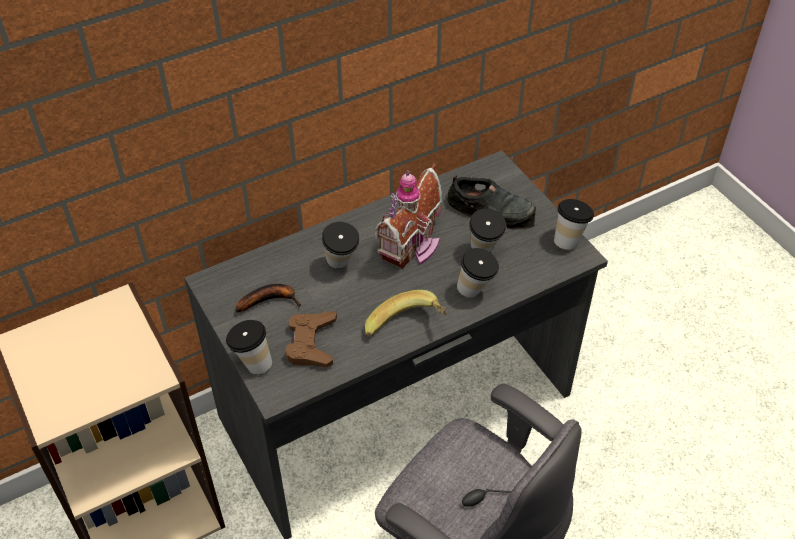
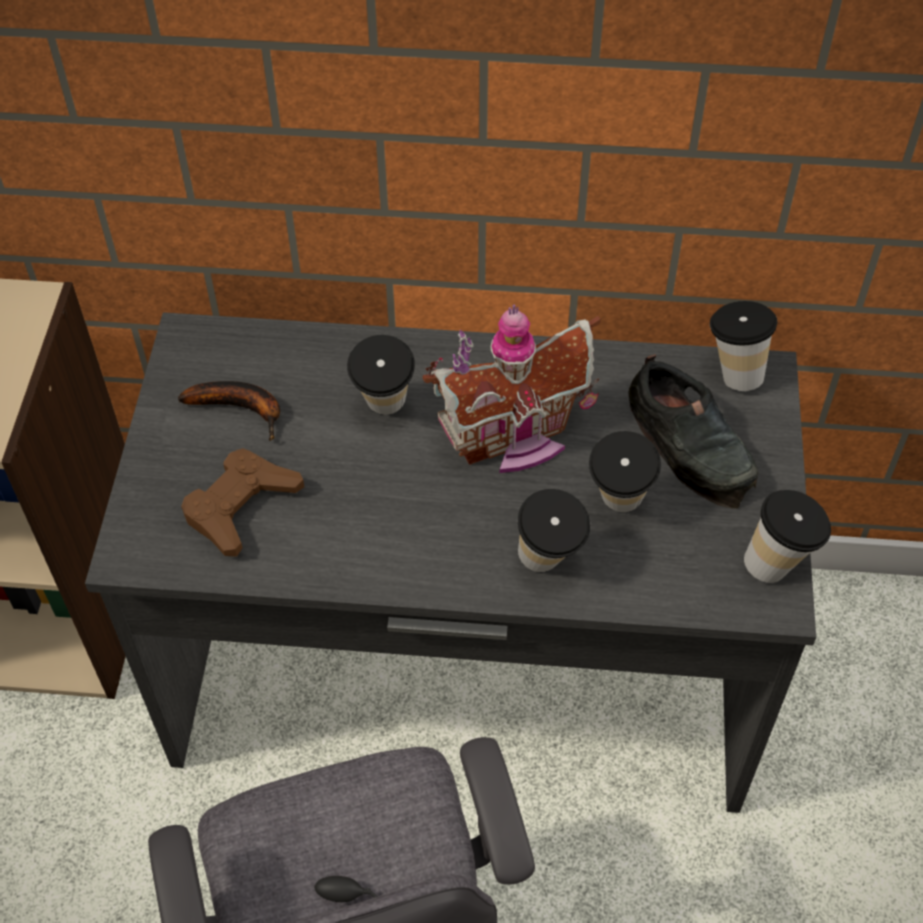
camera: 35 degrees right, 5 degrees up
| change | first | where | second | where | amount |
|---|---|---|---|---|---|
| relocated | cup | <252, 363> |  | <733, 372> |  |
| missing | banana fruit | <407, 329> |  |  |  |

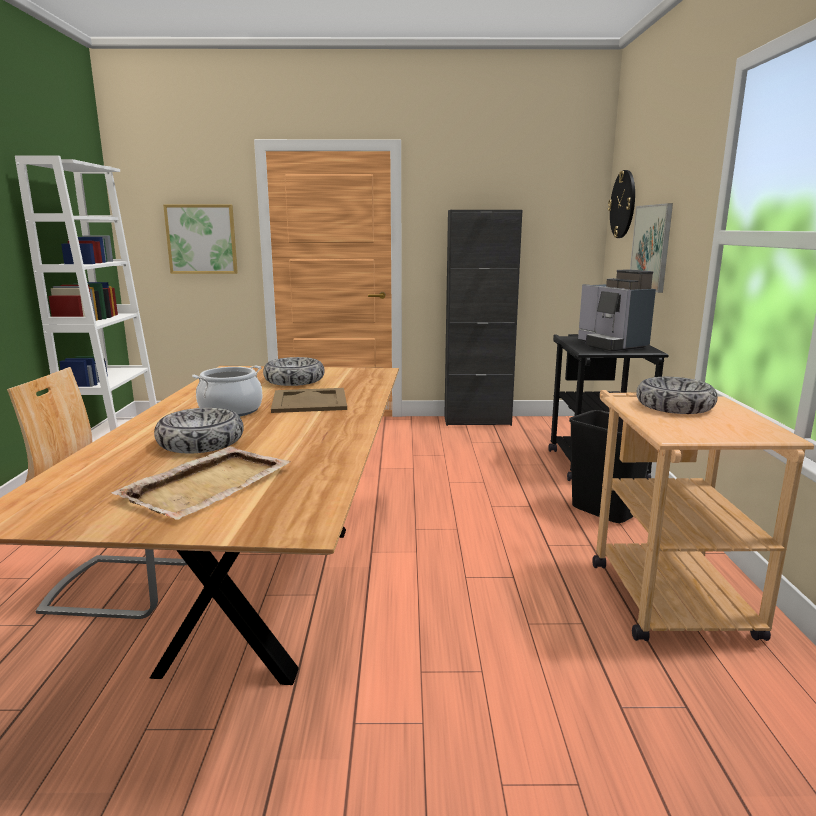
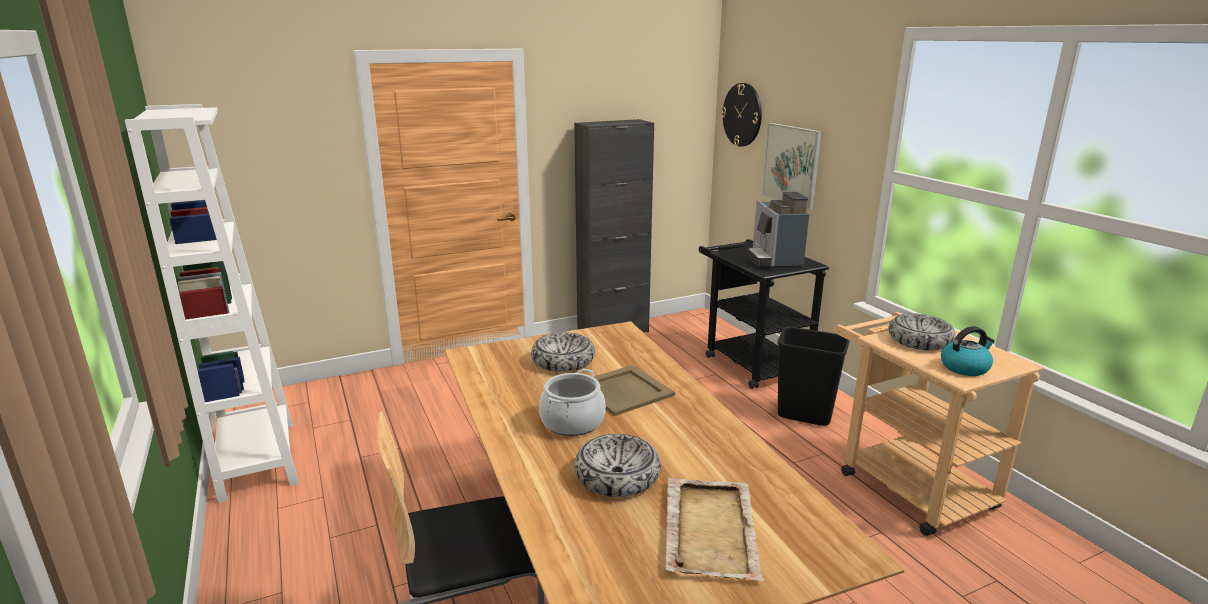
camera: 25 degrees left, 5 degrees up
| change | first | where | second | where | amount |
|---|---|---|---|---|---|
| spun | coffee maker | <611, 345> |  | <774, 260> | 45 degrees clockwise |
| appeared |  |  | tea kettle | <965, 367> |  |
| missing | wall art | <201, 239> |  |  |  |

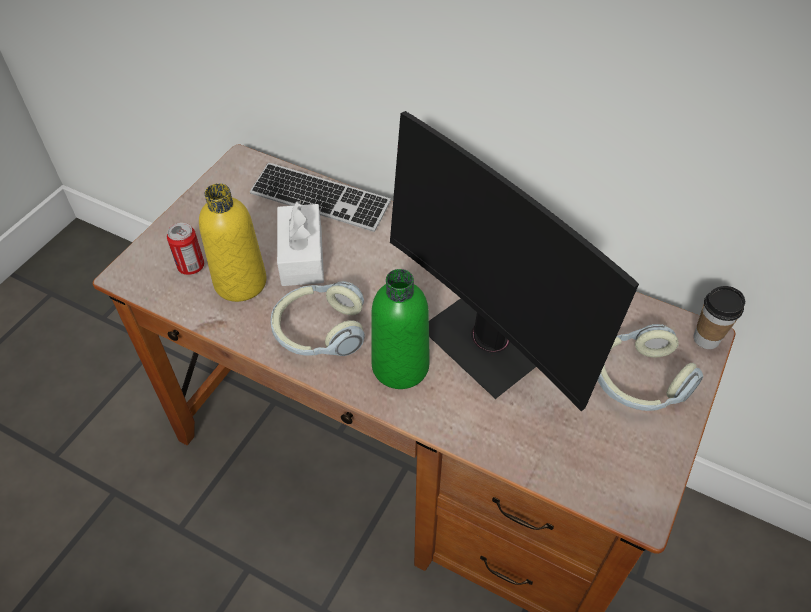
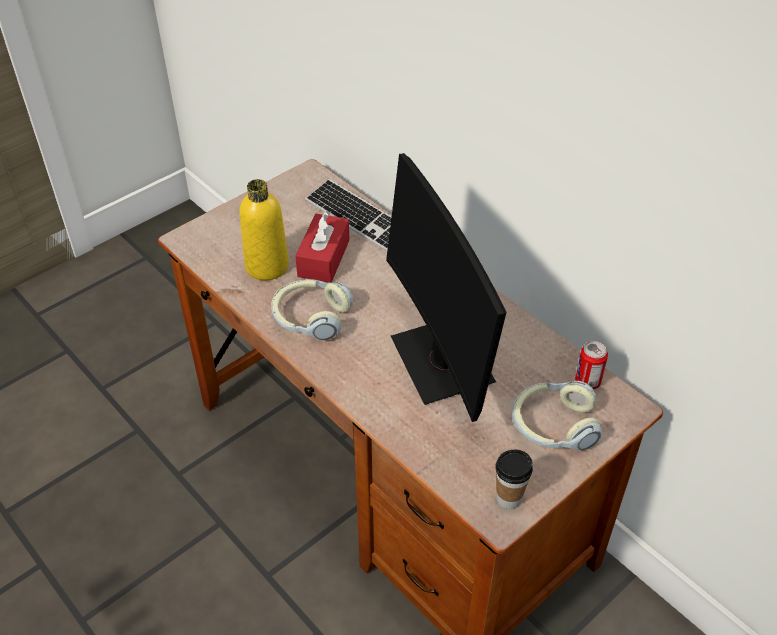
camera: 20 degrees right, 5 degrees down
| change | first | where | second | where | amount |
|---|---|---|---|---|---|
| colour | white-coloured tissue box | <302, 256> | reddish tissue box | <323, 258> |  |
| relocated | cup | <706, 339> |  | <508, 498> |  |
| relocated | metal can | <191, 266> |  | <587, 382> |  |
| missing | green-coloured bottle | <400, 366> |  |  |  |

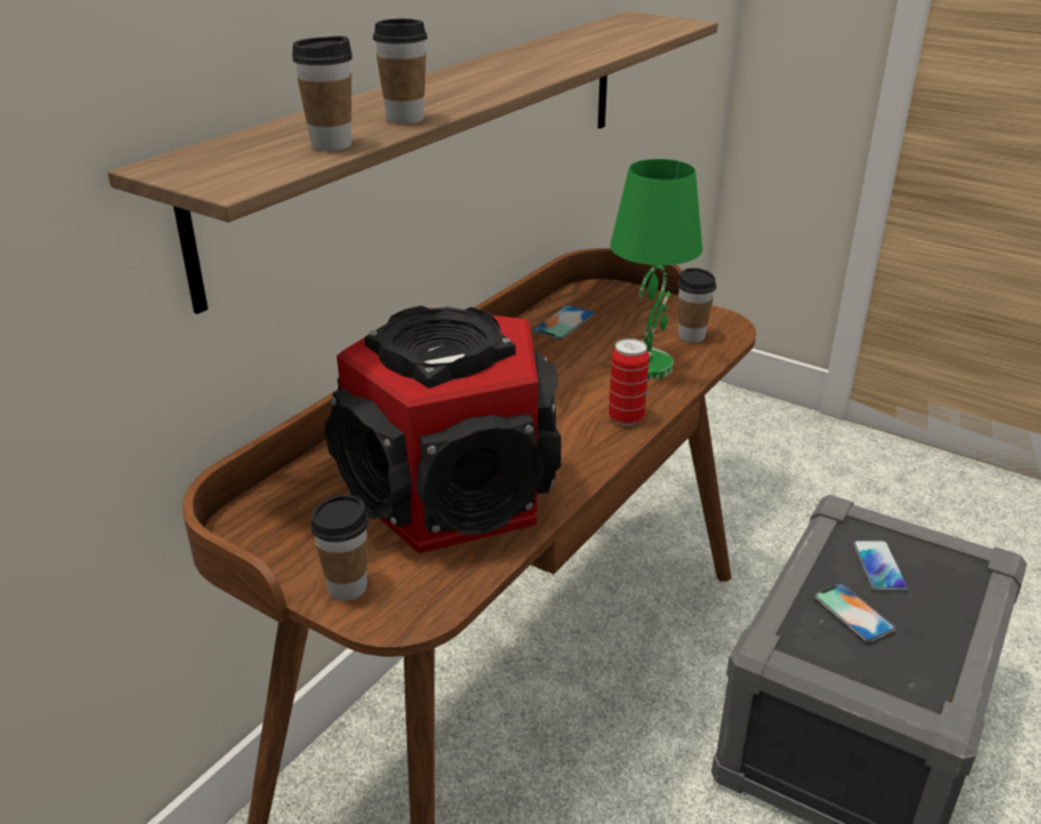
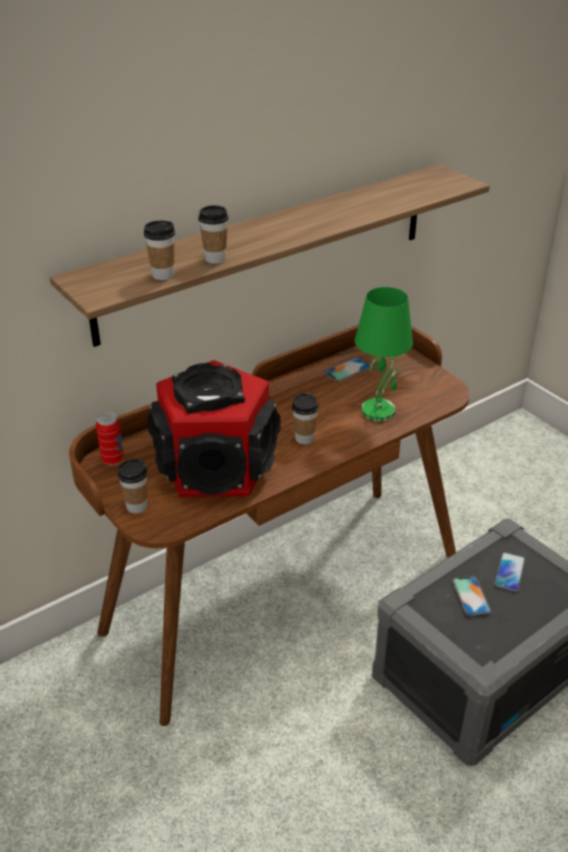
camera: 20 degrees right, 5 degrees up
| change | first | where | second | where | amount |
|---|---|---|---|---|---|
| relocated | metal can | <626, 418> |  | <113, 460> |  |
| relocated | cup | <691, 336> |  | <304, 438> |  |

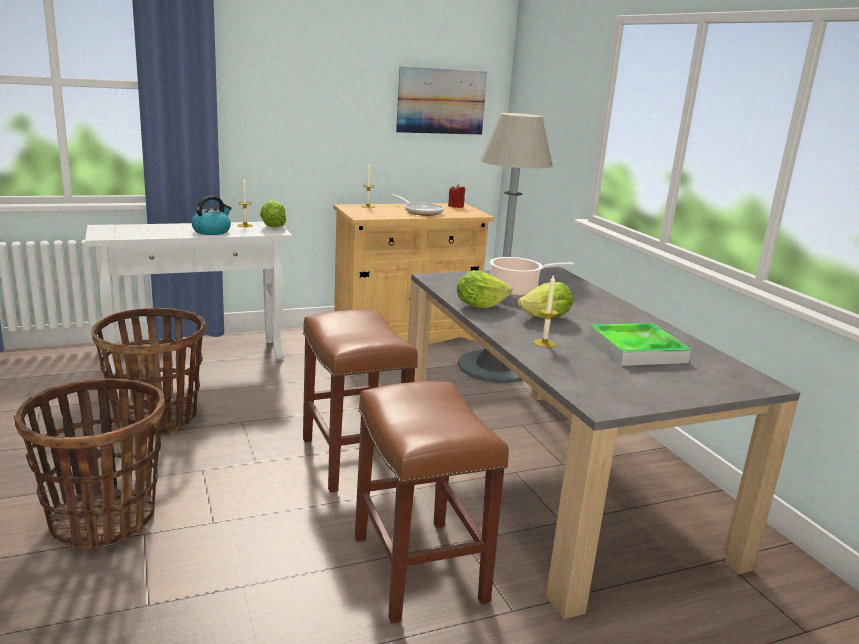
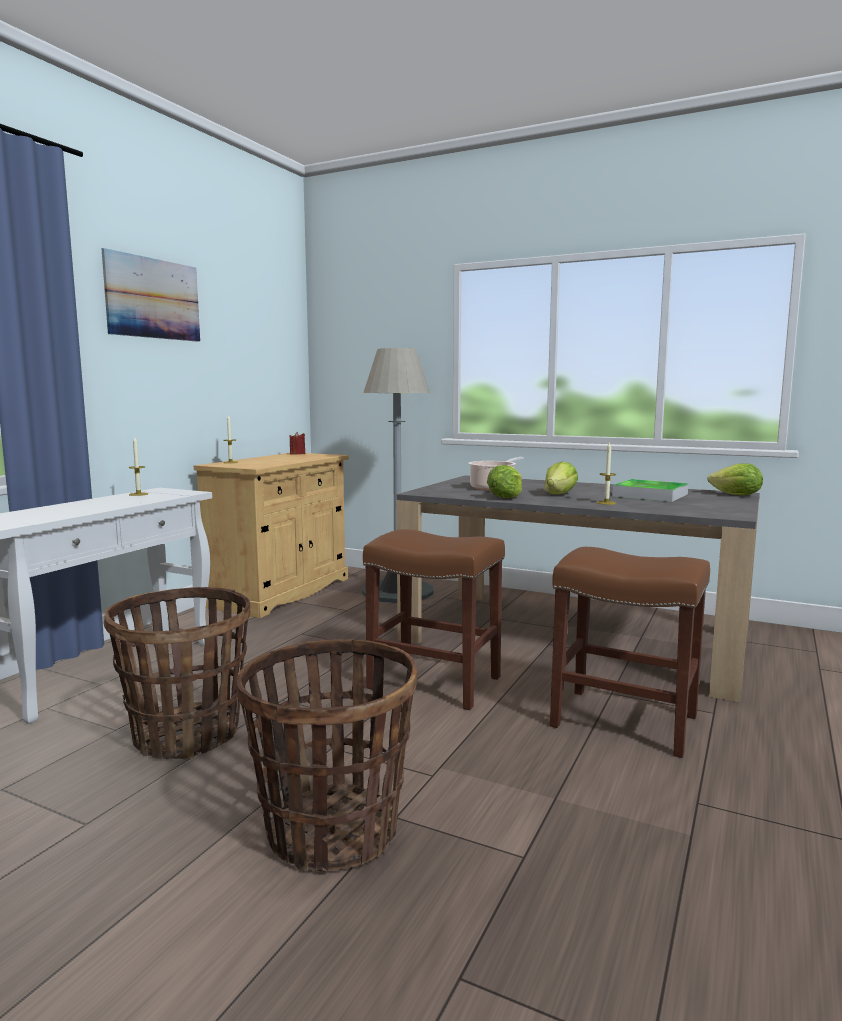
camera: 40 degrees left, 10 degrees down
| change | first | where | second | where | amount |
|---|---|---|---|---|---|
| relocated | wall art | <441, 101> |  | <153, 298> |  |
| relocated | head of lettuce | <273, 226> |  | <736, 495> |  |
| missing | tea kettle | <212, 231> |  |  |  |
| missing | skillet | <421, 211> |  |  |  |

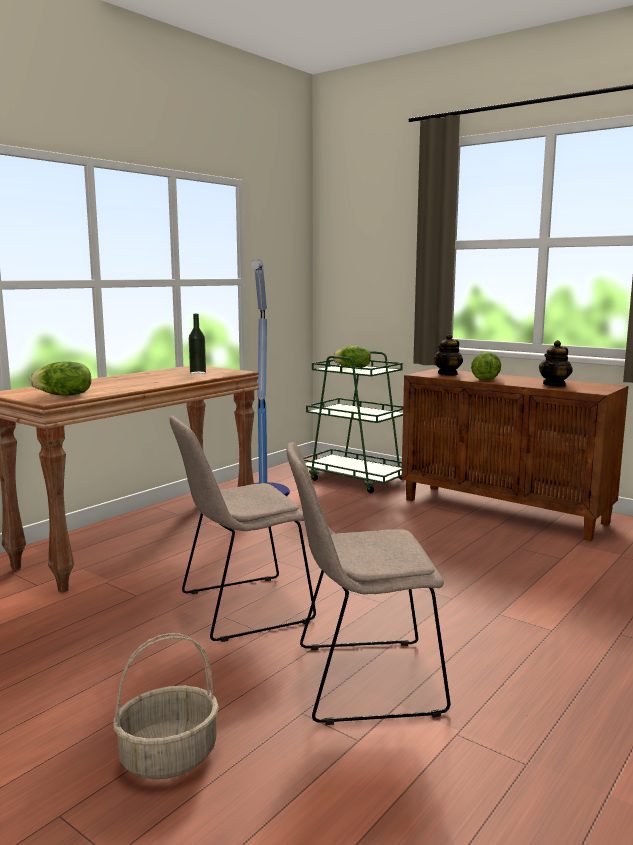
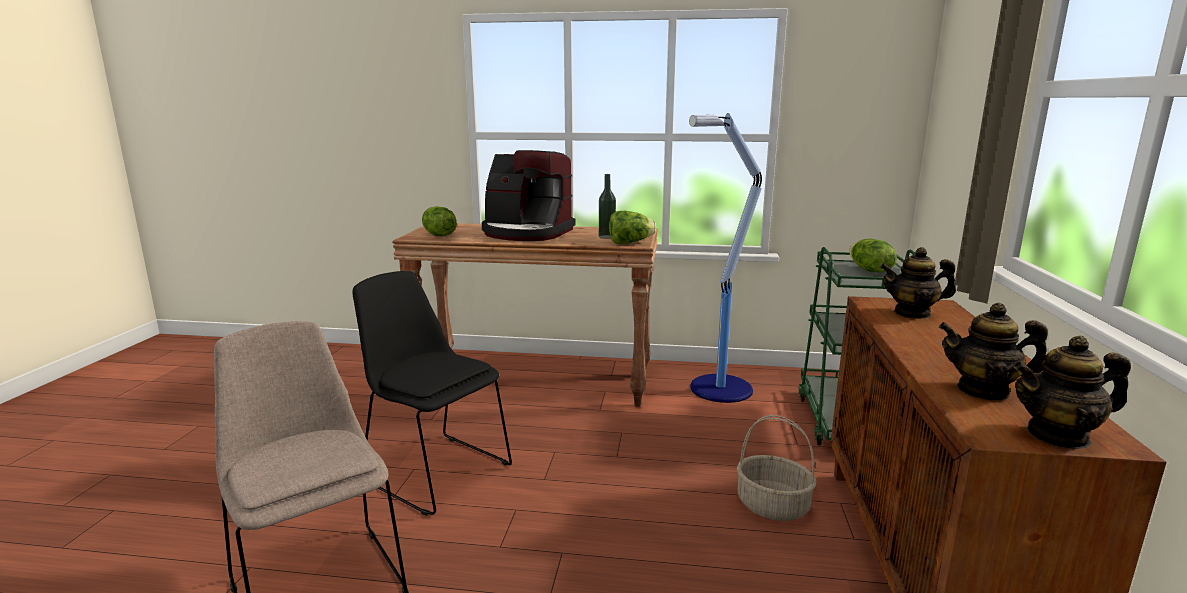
camera: 60 degrees right, 5 degrees up
| change | first | where | second | where | amount |
|---|---|---|---|---|---|
| colour | beige-coloured plain chair | <241, 608> | blackish plain chair | <435, 471> |  |
| appeared |  |  | coffee maker | <527, 232> |  |
| relocated | head of lettuce | <486, 379> |  | <630, 243> |  |
| relocated | storage basket | <169, 756> |  | <773, 506> |  |
| appeared |  |  | teapot | <1058, 436> |  |

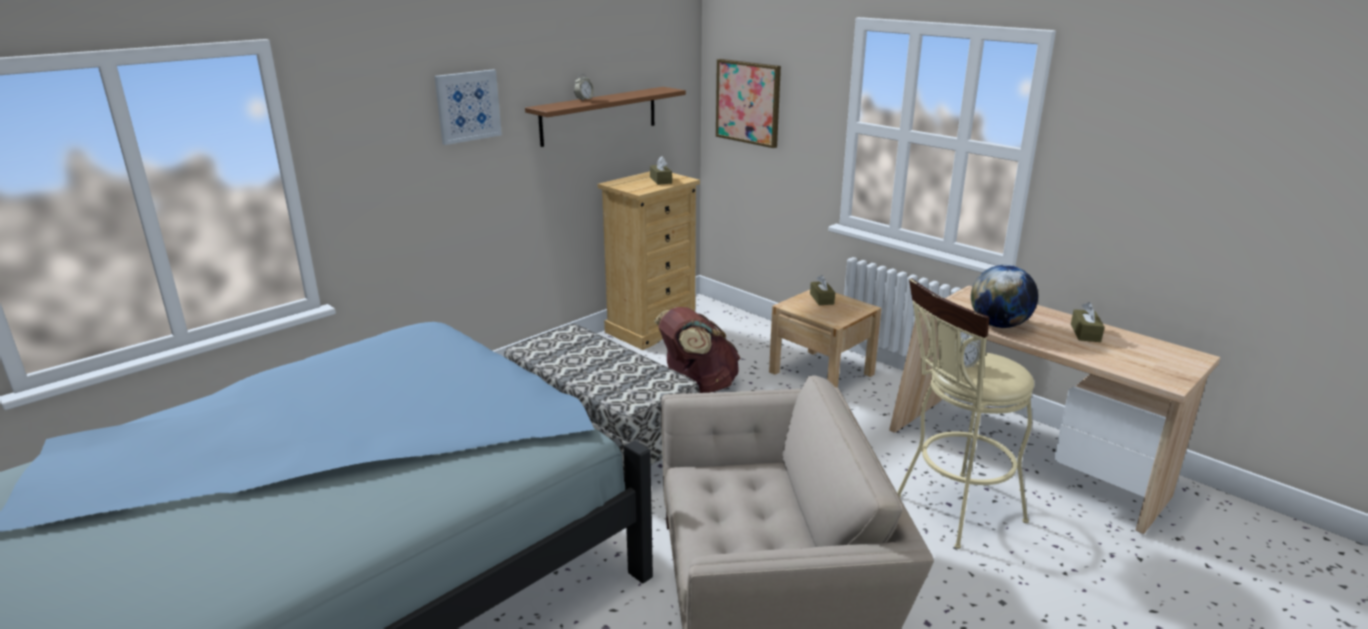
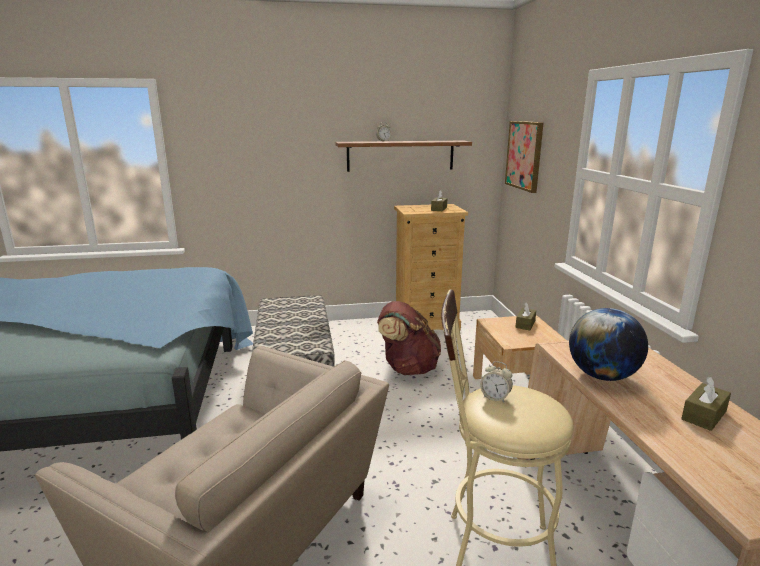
camera: 35 degrees right, 5 degrees down
| change | first | where | second | where | amount |
|---|---|---|---|---|---|
| missing | wall art | <468, 106> |  |  |  |

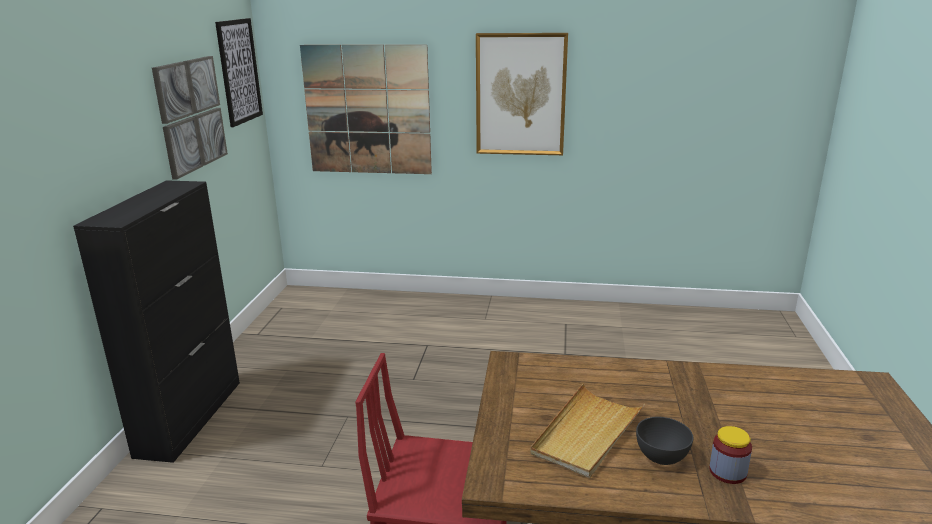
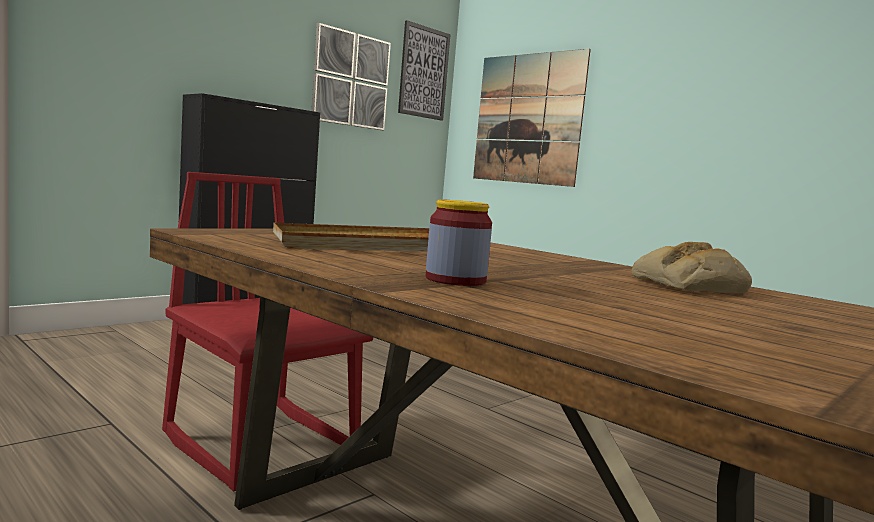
camera: 35 degrees right, 15 degrees down
| change | first | where | second | where | amount |
|---|---|---|---|---|---|
| appeared |  |  | baked bread | <689, 286> |  |
| missing | wall art | <520, 95> |  |  |  |
| missing | gray deep dish | <661, 457> |  |  |  |

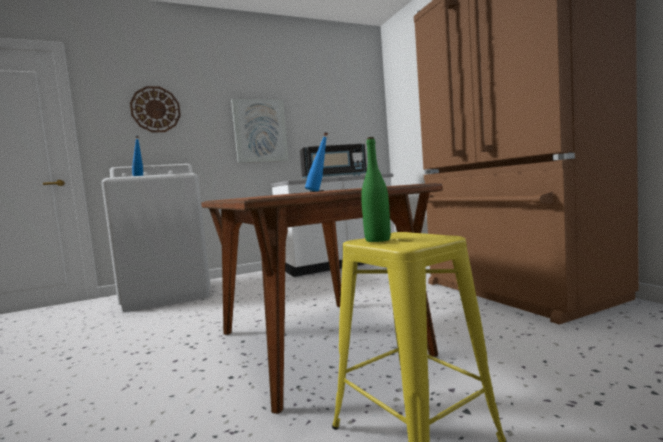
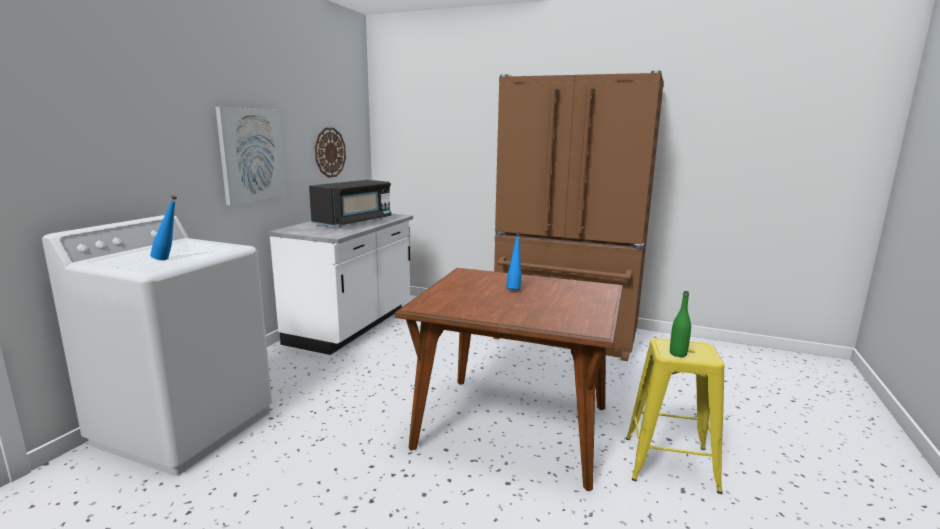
camera: 45 degrees left, 10 degrees up
| change | first | where | second | where | amount |
|---|---|---|---|---|---|
| relocated | hanging clock | <155, 109> |  | <330, 152> |  |

